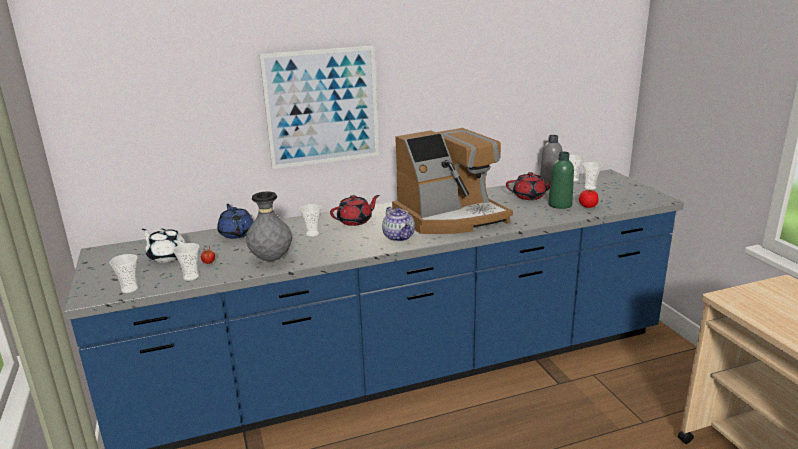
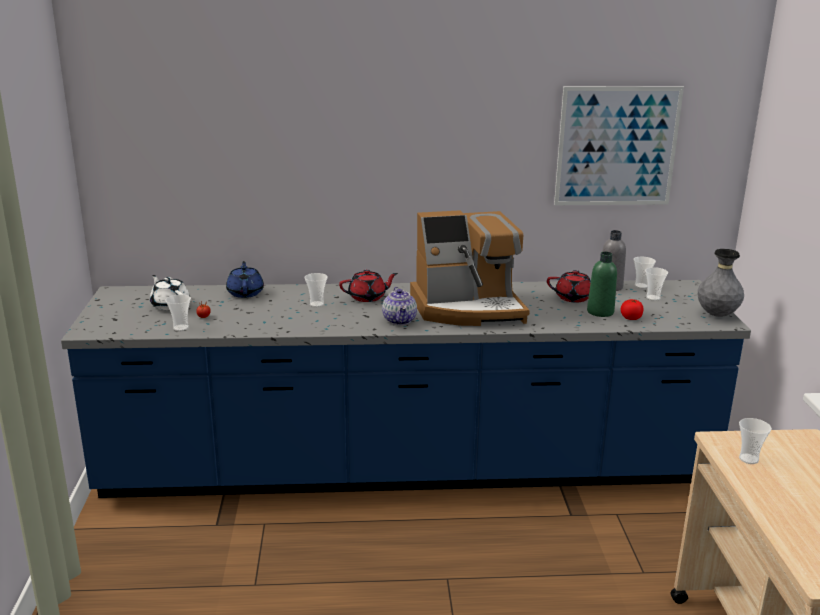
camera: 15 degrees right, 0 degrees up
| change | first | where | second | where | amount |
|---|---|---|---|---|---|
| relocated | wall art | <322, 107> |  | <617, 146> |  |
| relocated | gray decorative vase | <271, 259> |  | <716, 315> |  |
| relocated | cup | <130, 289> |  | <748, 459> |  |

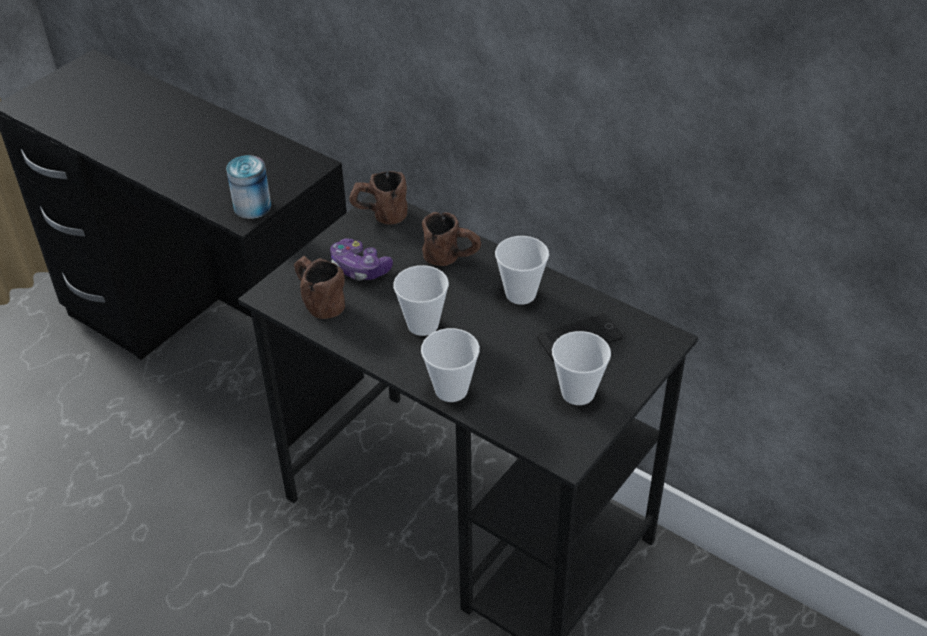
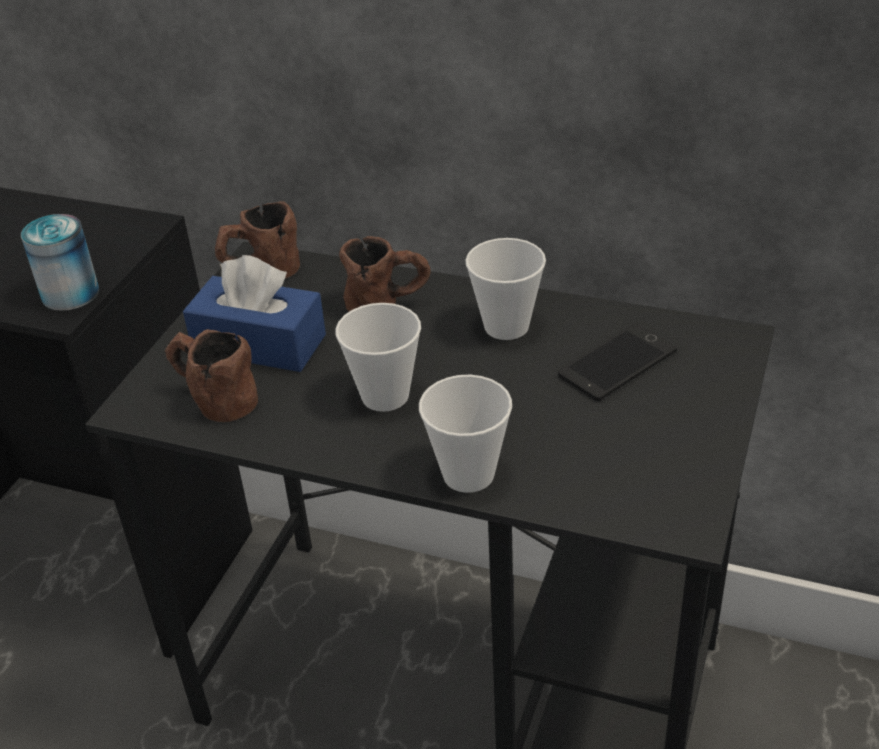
camera: 15 degrees left, 5 degrees down
| change | first | where | second | where | amount |
|---|---|---|---|---|---|
| exchanged | gamepad | <359, 268> | bluish tissue box | <259, 344> |  |
| missing | cup | <578, 393> |  |  |  |

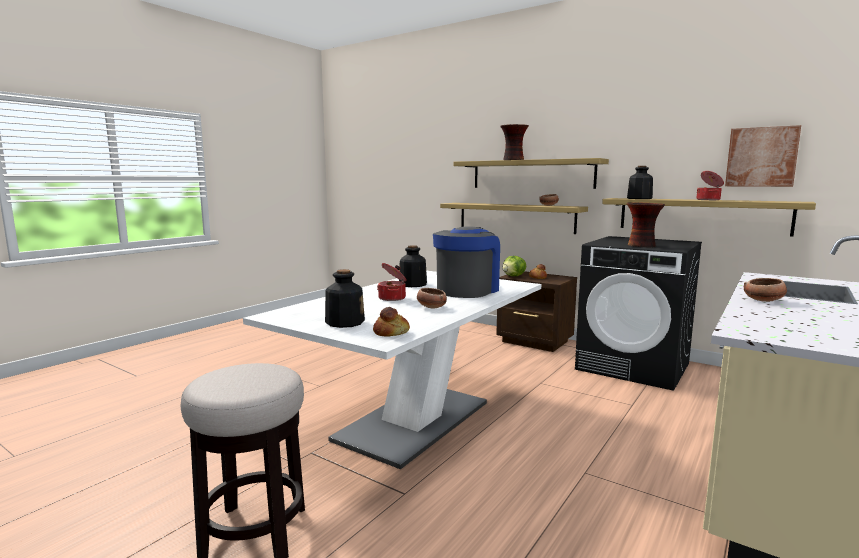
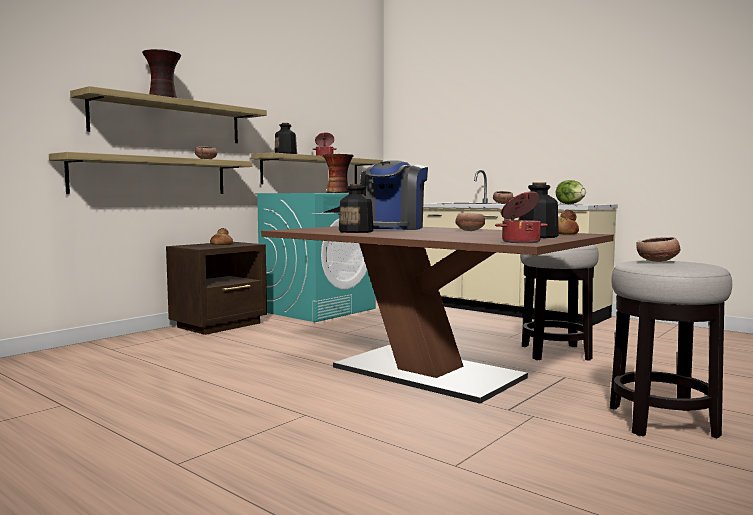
camera: 85 degrees left, 5 degrees down
| change | first | where | second | where | amount |
|---|---|---|---|---|---|
| colour | blackish laundry appliance | <633, 366> | blue-green laundry appliance | <318, 310> |  |
| colour | white-coloured kitchen table | <413, 420> | brownish kitchen table | <427, 372> |  |
| spun | coffee maker | <467, 290> |  | <393, 228> | 105 degrees counterclockwise |
| relocated | saucepot | <393, 298> |  | <520, 242> |  |
| appeared |  |  | stool seat | <555, 353> |  |
| relocated | head of lettuce | <514, 276> |  | <570, 204> |  |
| appeared |  |  | deep dish | <658, 261> |  |
| missing | wall art | <761, 157> |  |  |  |

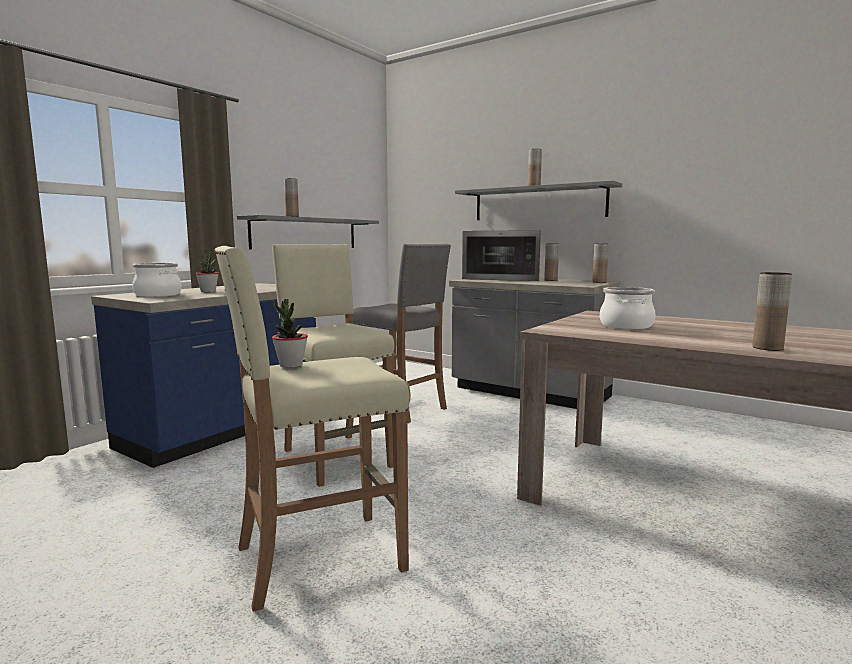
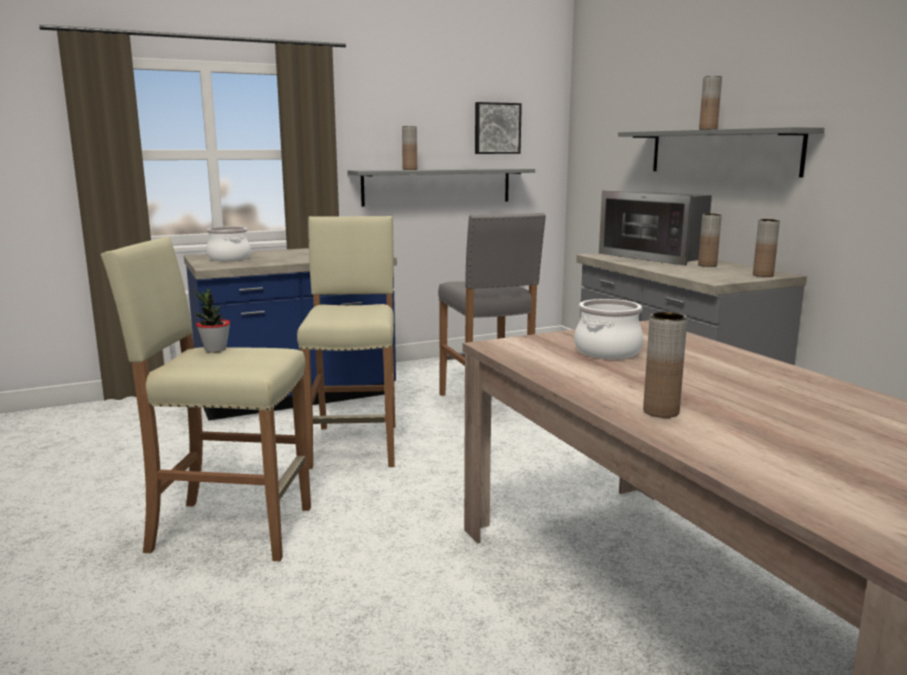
camera: 30 degrees right, 5 degrees up
| change | first | where | second | where | amount |
|---|---|---|---|---|---|
| appeared |  |  | wall art | <496, 128> |  |
| missing | plant in a pot | <208, 291> |  |  |  |

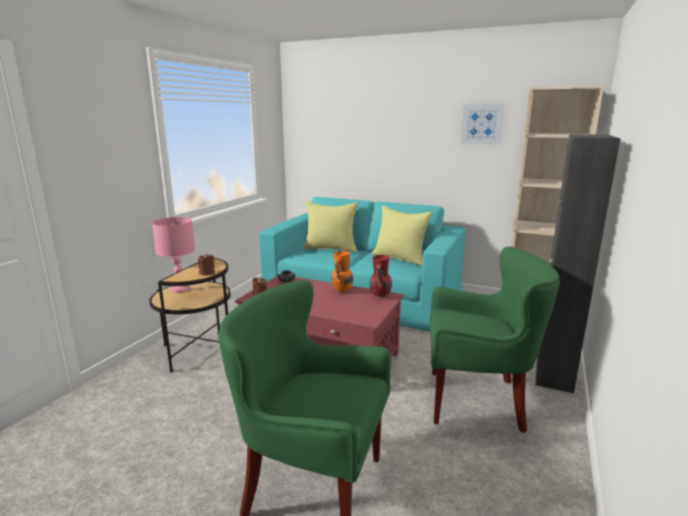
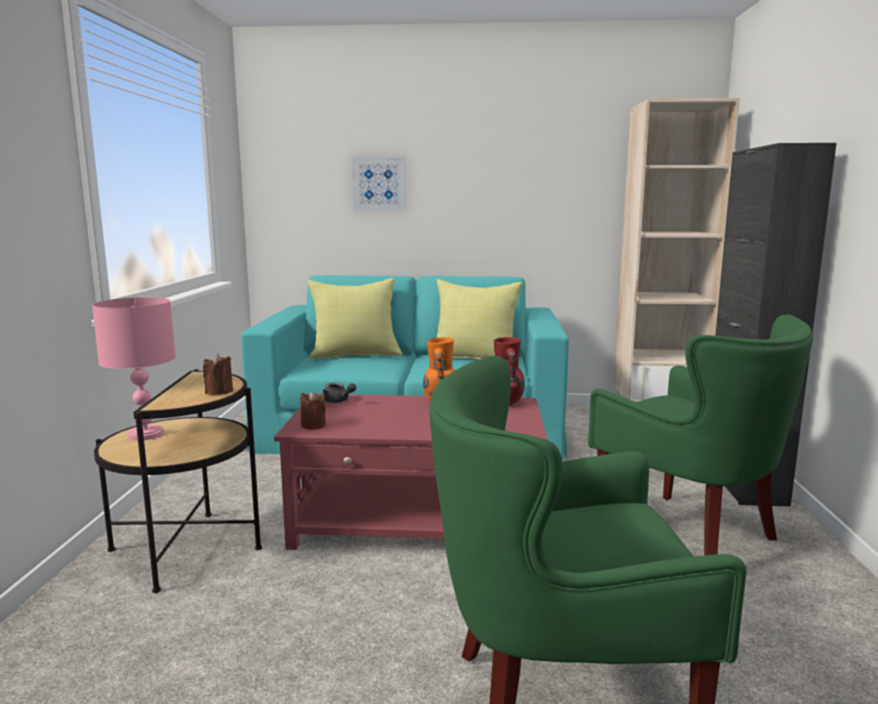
camera: 20 degrees left, 5 degrees down
| change | first | where | second | where | amount |
|---|---|---|---|---|---|
| relocated | wall art | <481, 124> |  | <379, 184> |  |
| spun | green-coloured lounge chair | <478, 401> |  | <689, 539> | 60 degrees clockwise |

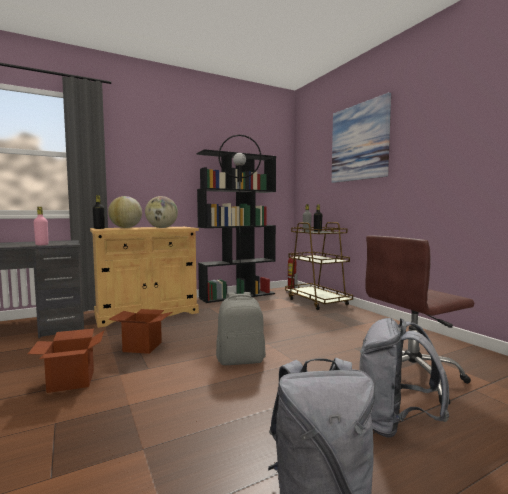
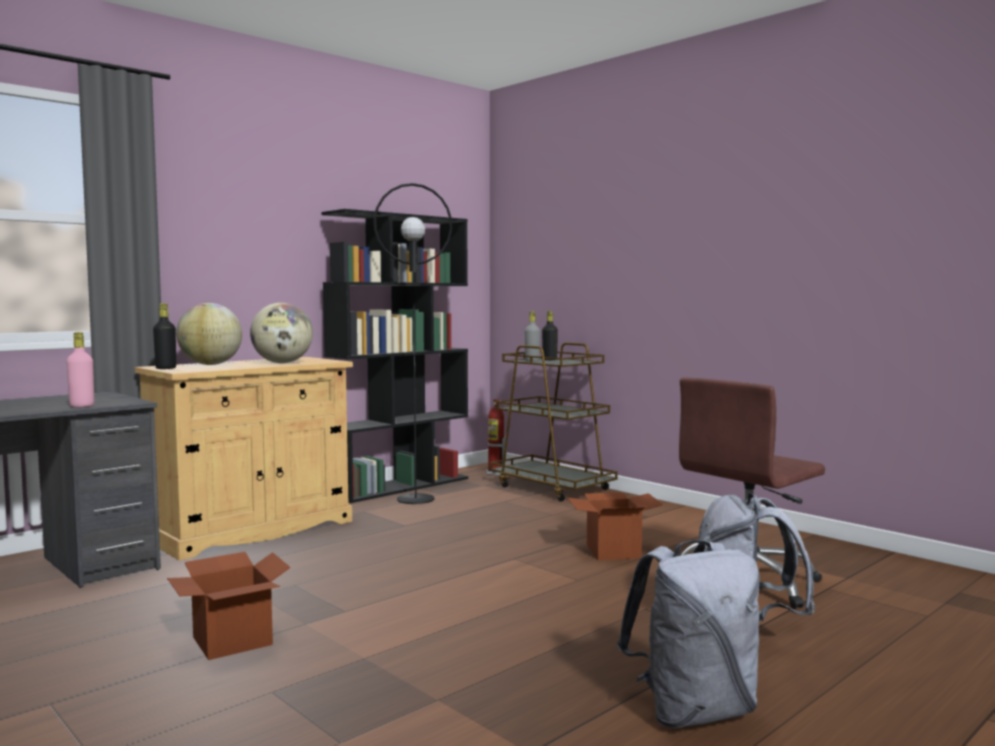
camera: 15 degrees left, 0 degrees up
| change | first | where | second | where | amount |
|---|---|---|---|---|---|
| relocated | cardboard box | <142, 347> |  | <613, 551> |  |
| missing | gray backpack | <241, 360> |  |  |  |
| missing | wall art | <359, 142> |  |  |  |

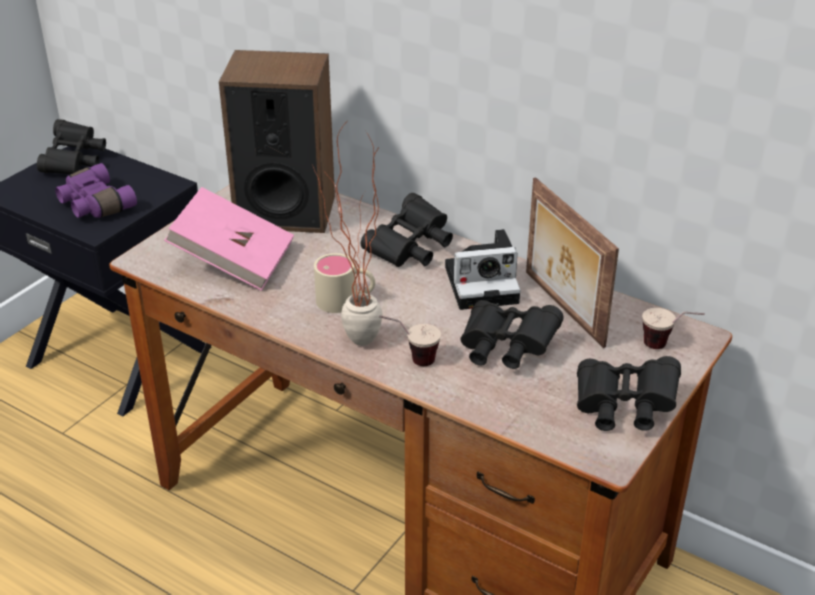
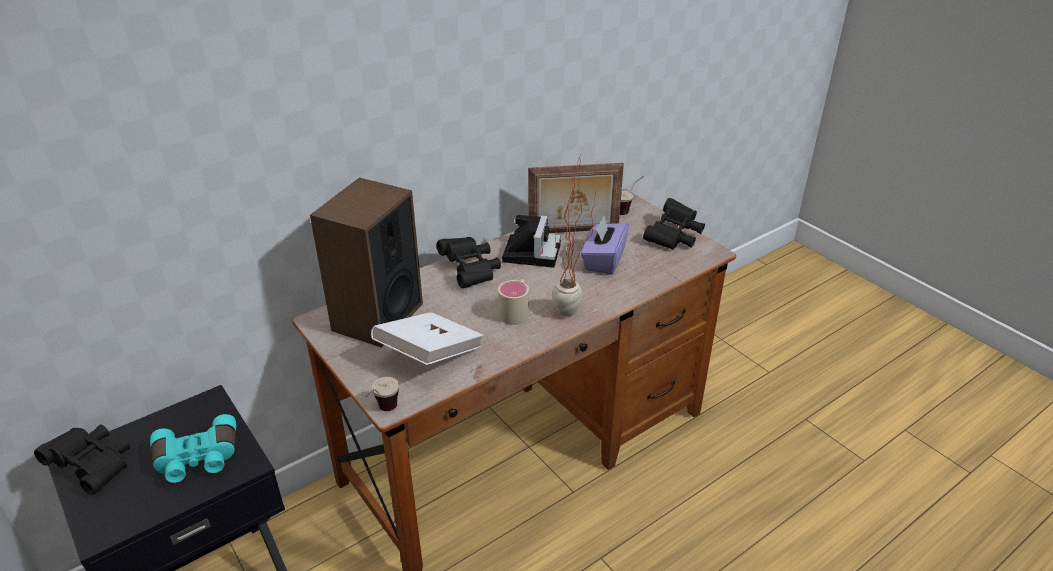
camera: 70 degrees left, 0 degrees up
| change | first | where | second | where | amount |
|---|---|---|---|---|---|
| colour | purplish binoculars | <94, 205> | blue-green binoculars | <197, 460> |  |
| relocated | cup | <409, 360> |  | <383, 413> |  |
| colour | pink-coloured volume | <234, 261> | white-coloured volume | <429, 355> |  |
| exchanged | blackish binoculars | <505, 349> | purplish tissue box | <603, 260> |  |

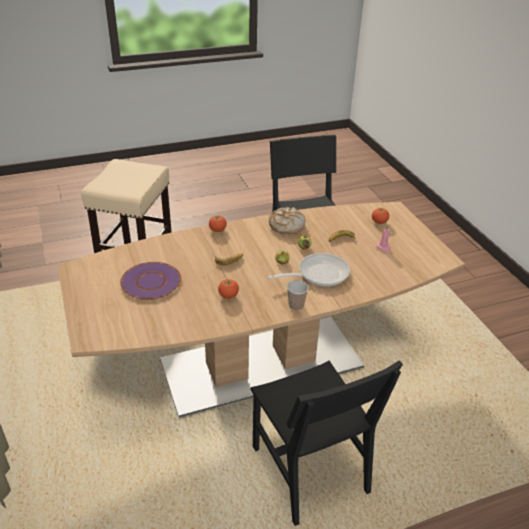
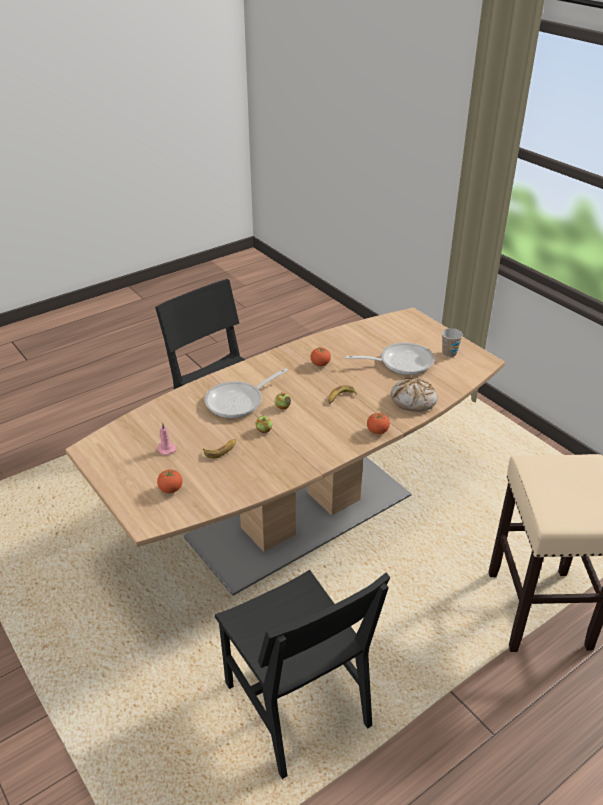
camera: 165 degrees right, 0 degrees up
| change | first | where | second | where | amount |
|---|---|---|---|---|---|
| exchanged | purplish flat dish | <151, 282> | skillet | <401, 362> |  |
| relocated | baked bread | <286, 225> |  | <414, 400> |  |
| relocated | cup | <296, 306> |  | <449, 353> |  |

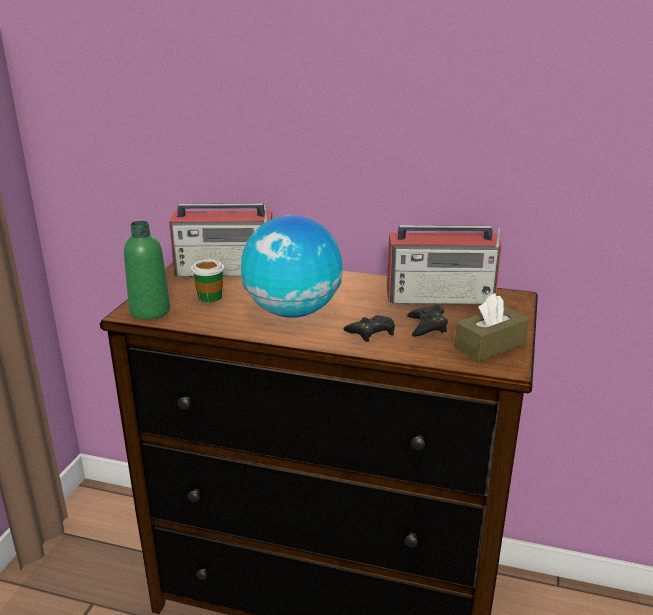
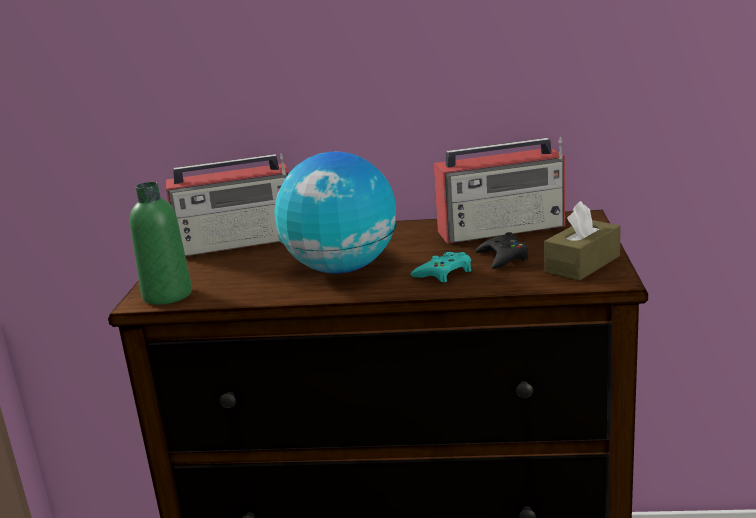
camera: 10 degrees left, 5 degrees down
| change | first | where | second | where | amount |
|---|---|---|---|---|---|
| colour | blackish gamepad | <371, 332> | blue-green gamepad | <444, 273> |  |
| missing | cup | <209, 297> |  |  |  |

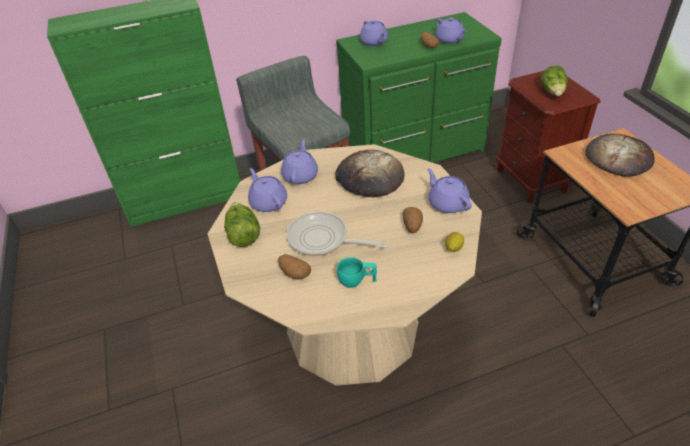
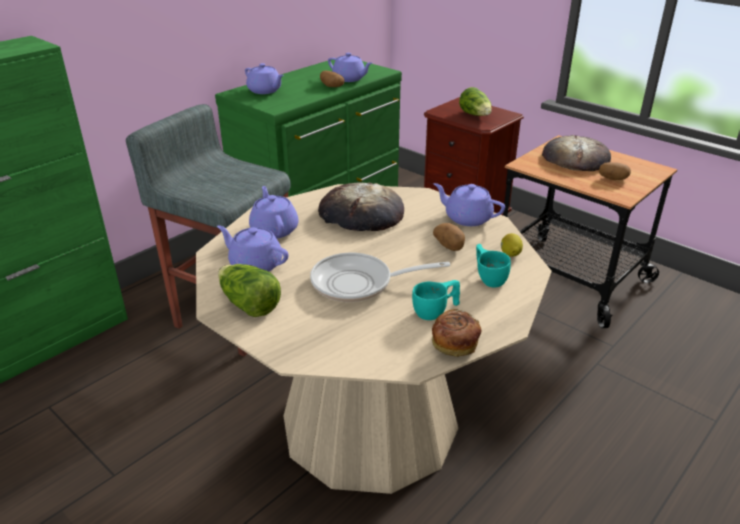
camera: 30 degrees left, 10 degrees down
| change | first | where | second | where | amount |
|---|---|---|---|---|---|
| appeared |  |  | baked bread | <454, 345> |  |
| appeared |  |  | blue-green cup | <489, 277> |  |
| relocated | spud | <294, 273> |  | <613, 179> |  |

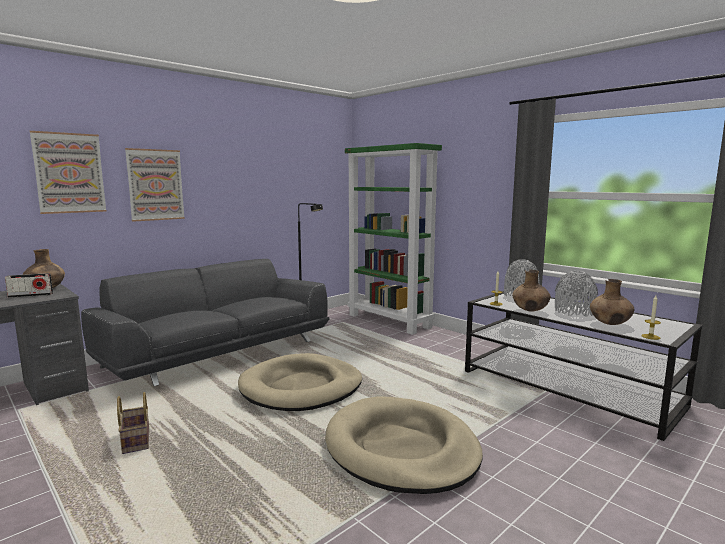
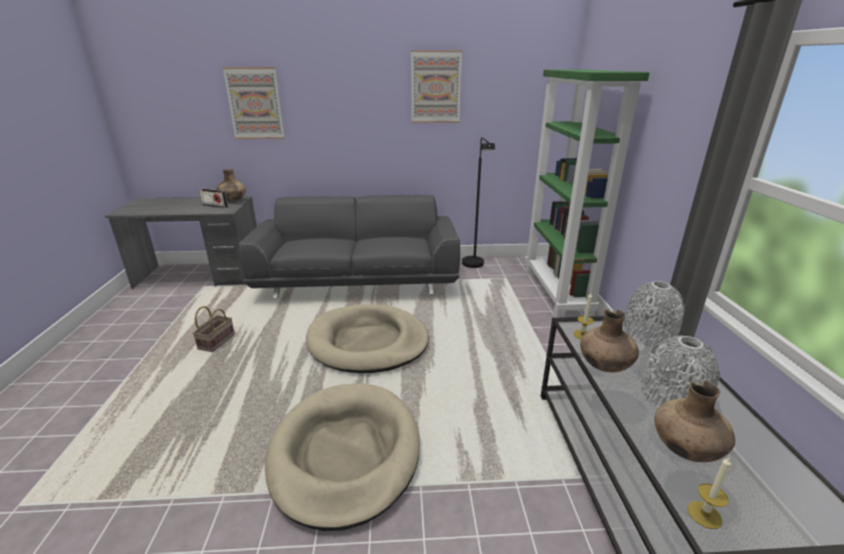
camera: 40 degrees right, 15 degrees up
| change | first | where | second | where | amount |
|---|---|---|---|---|---|
| relocated | wall art | <155, 185> |  | <435, 87> |  |

